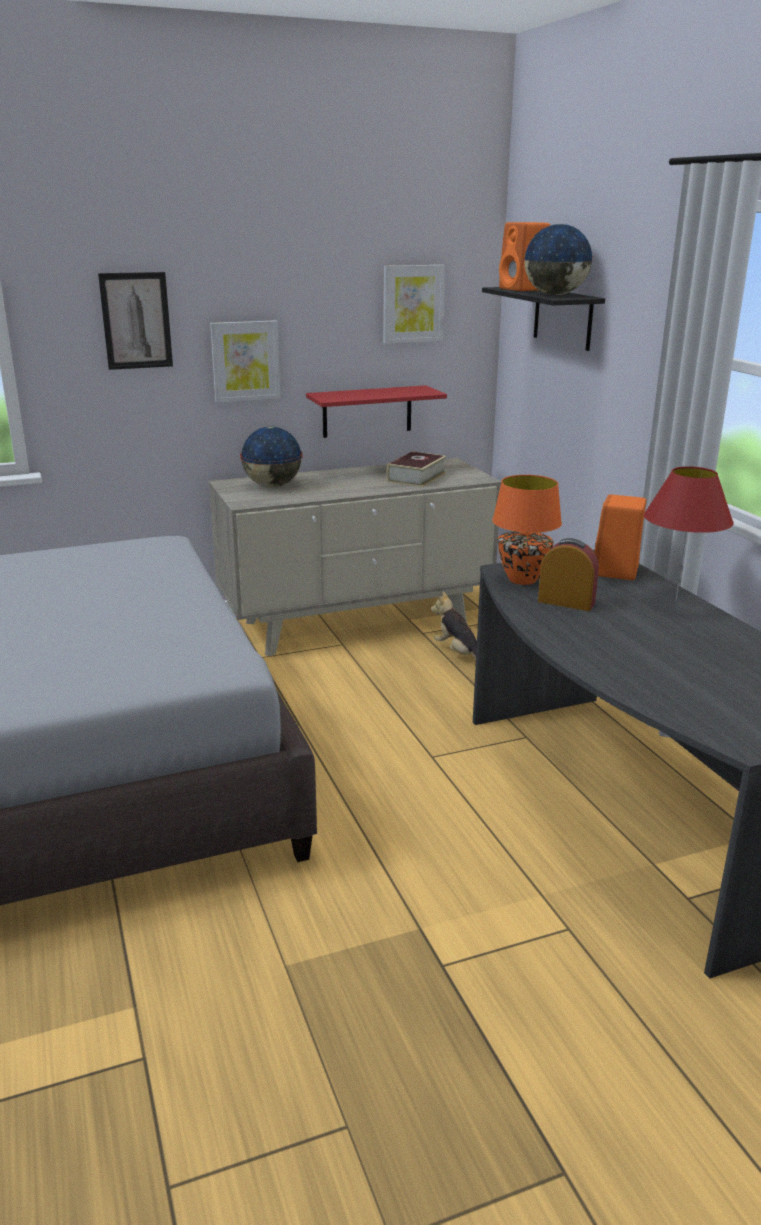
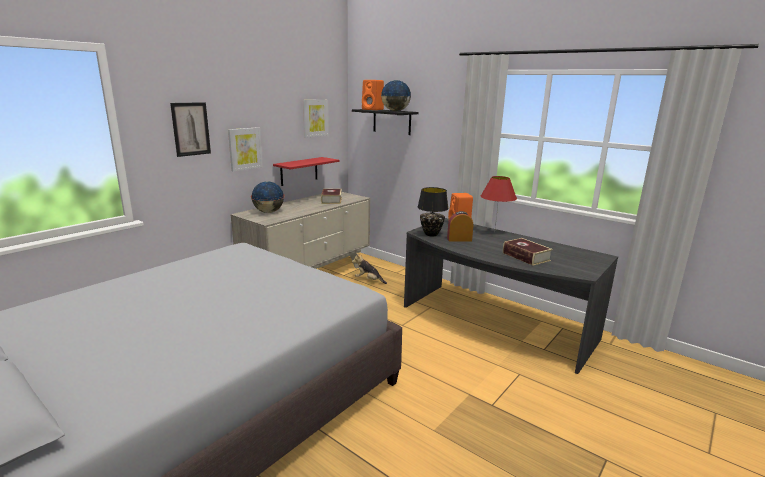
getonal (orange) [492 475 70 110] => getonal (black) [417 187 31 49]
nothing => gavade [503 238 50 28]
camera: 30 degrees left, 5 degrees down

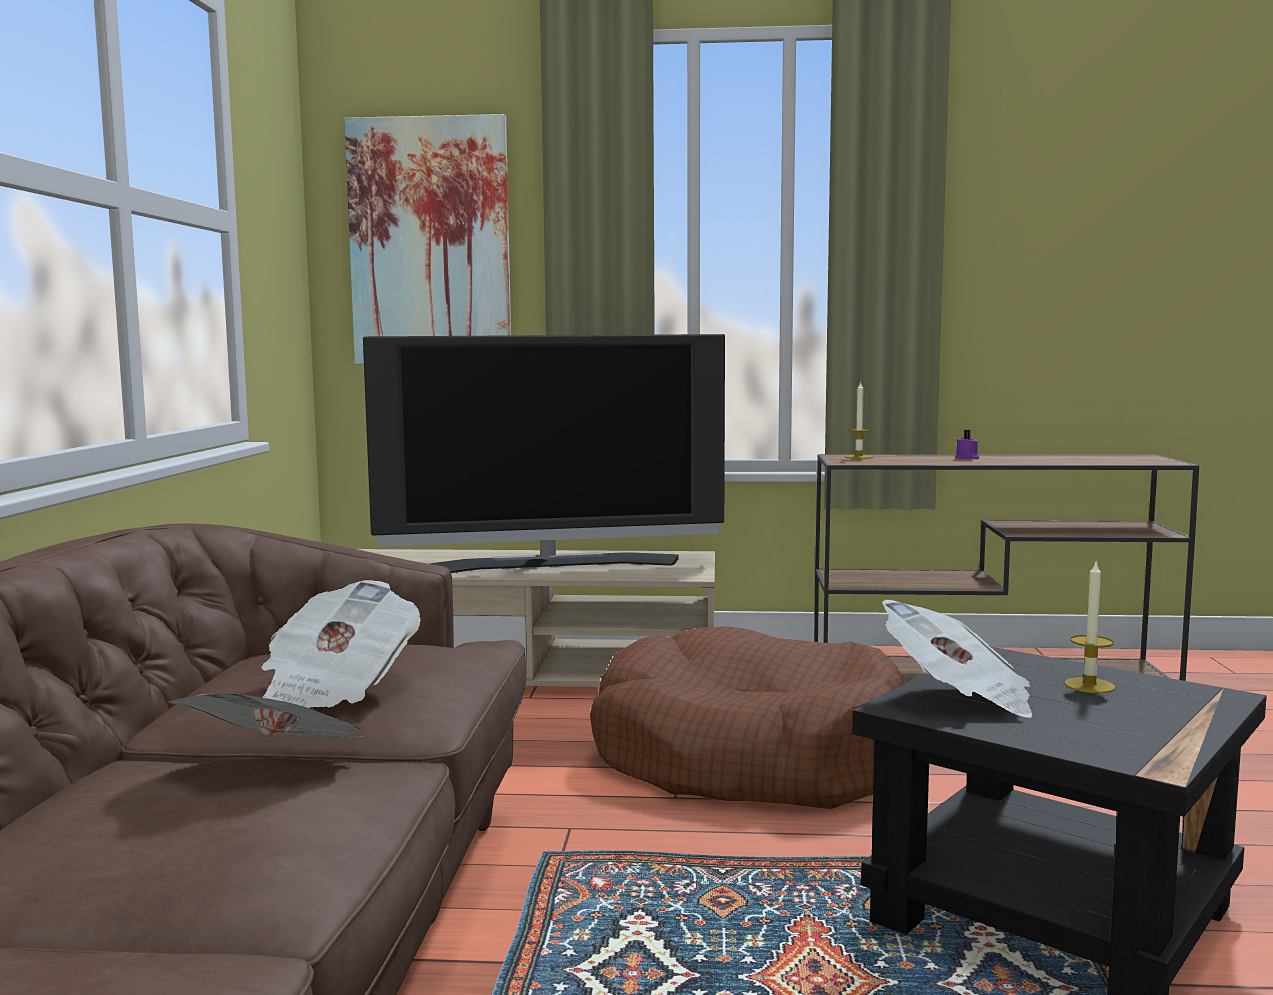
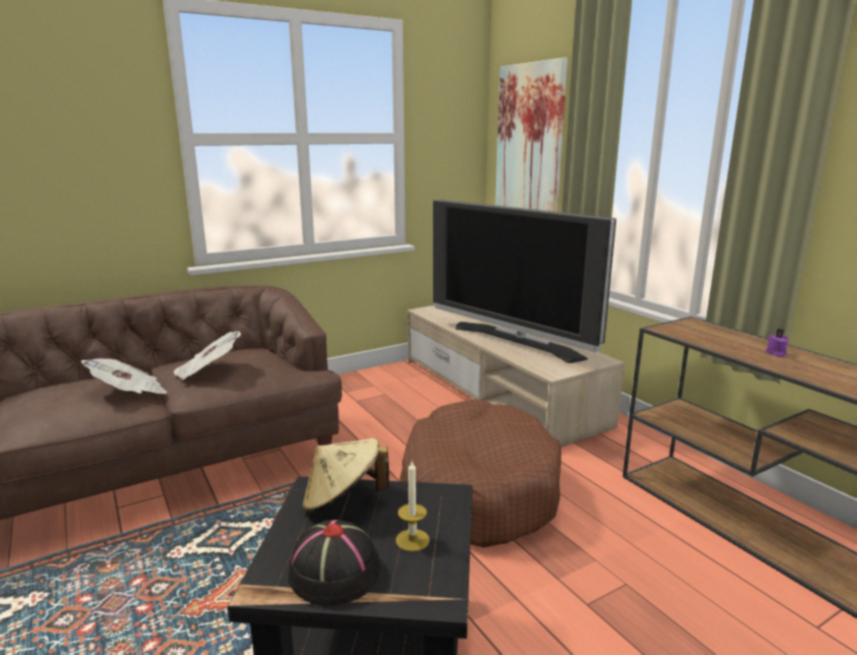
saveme [845 381 28 78] => nothing
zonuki [882 600 150 118] => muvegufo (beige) [303 438 87 75]
nothing => muvegufo (black) [288 520 92 86]
camera: 55 degrees right, 10 degrees up

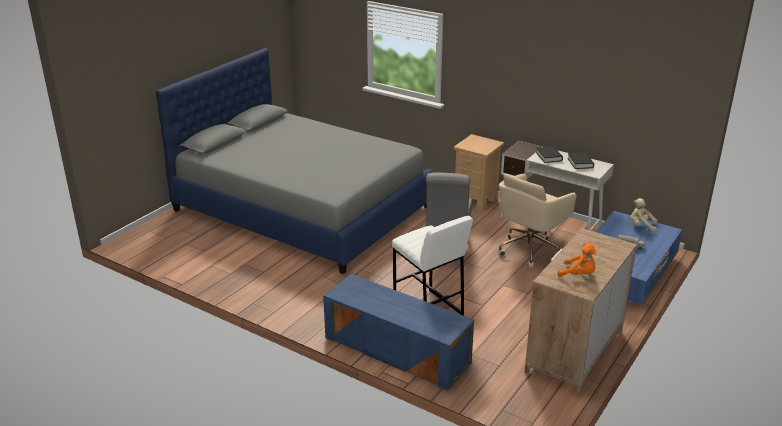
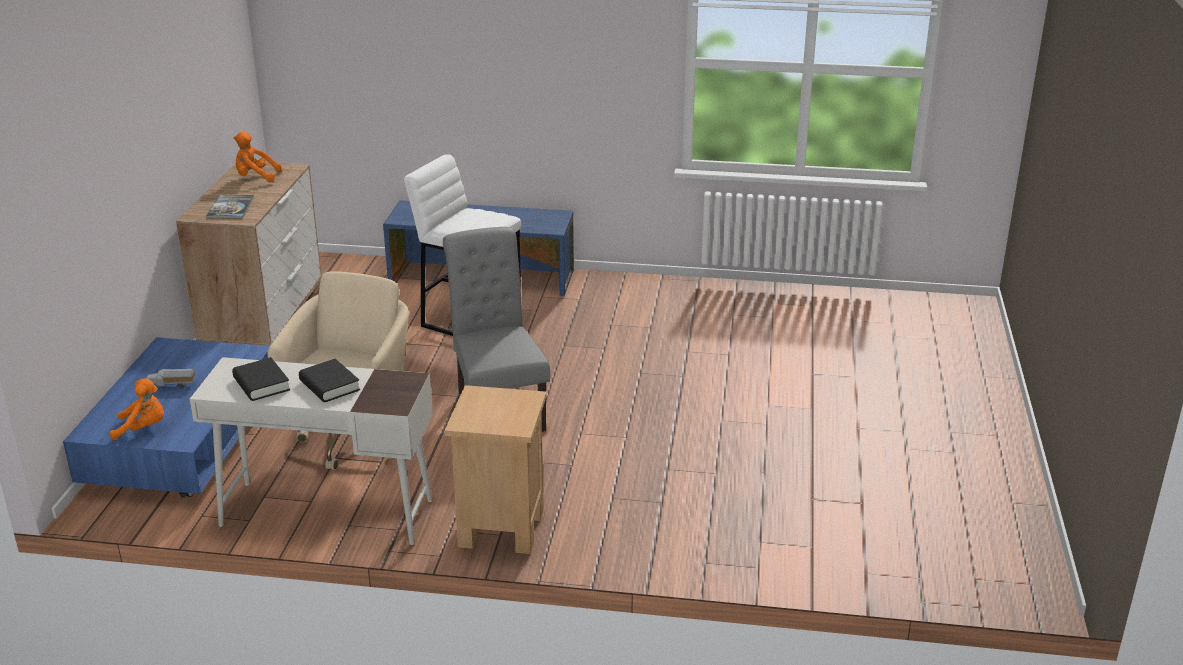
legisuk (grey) [156 48 277 226] => nothing
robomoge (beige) [631 198 27 34] => robomoge (orange) [110 378 54 62]
nothing => gavade [206 195 48 23]
camera: 155 degrees right, 0 degrees up

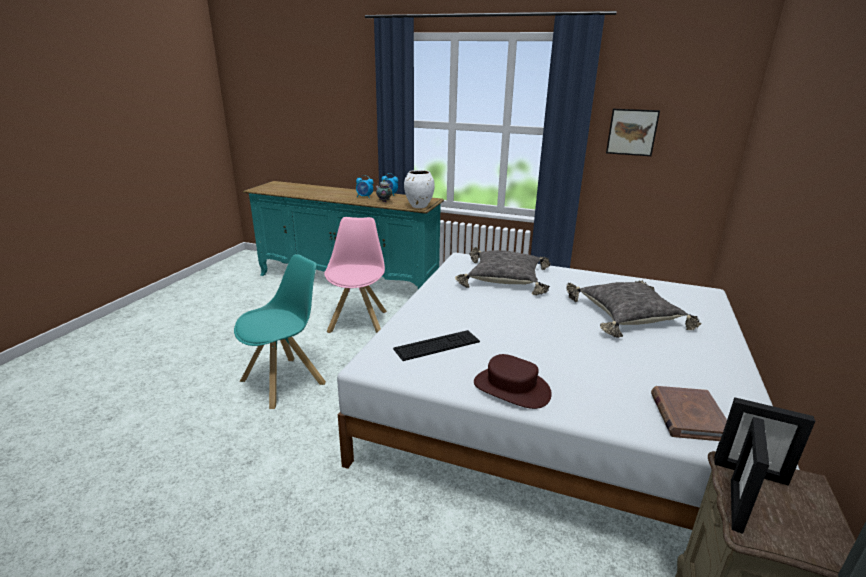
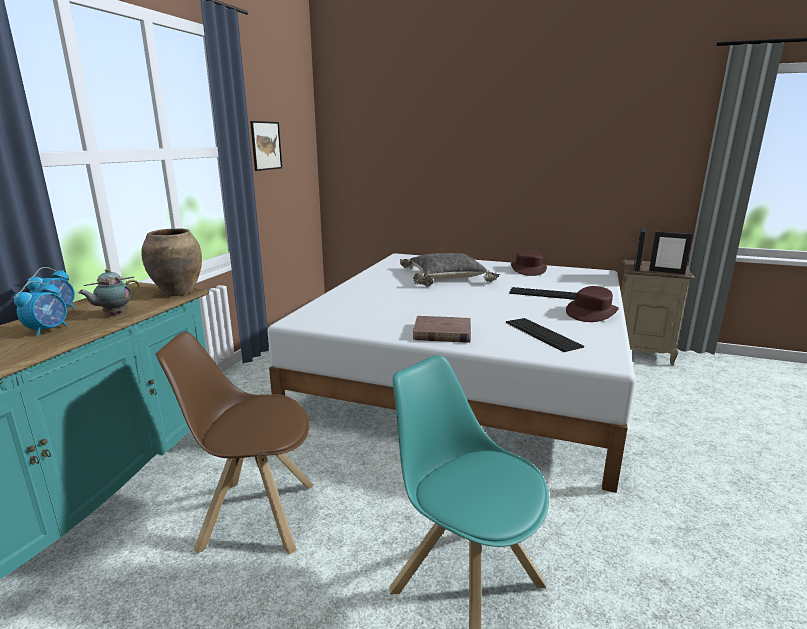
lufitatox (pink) [324 217 63 116] => lufitatox (brown) [156 332 158 223]
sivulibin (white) [404 170 31 38] => sivulibin (brown) [141 228 61 68]
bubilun [455 247 96 48] => nothing
gavade (brown) [651 386 76 55] => gavade (brown) [413 316 58 27], move
nothing => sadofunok [509 287 67 13]
nothing => muvegufo (brown) [511 250 36 26]
camera: 90 degrees left, 5 degrees down

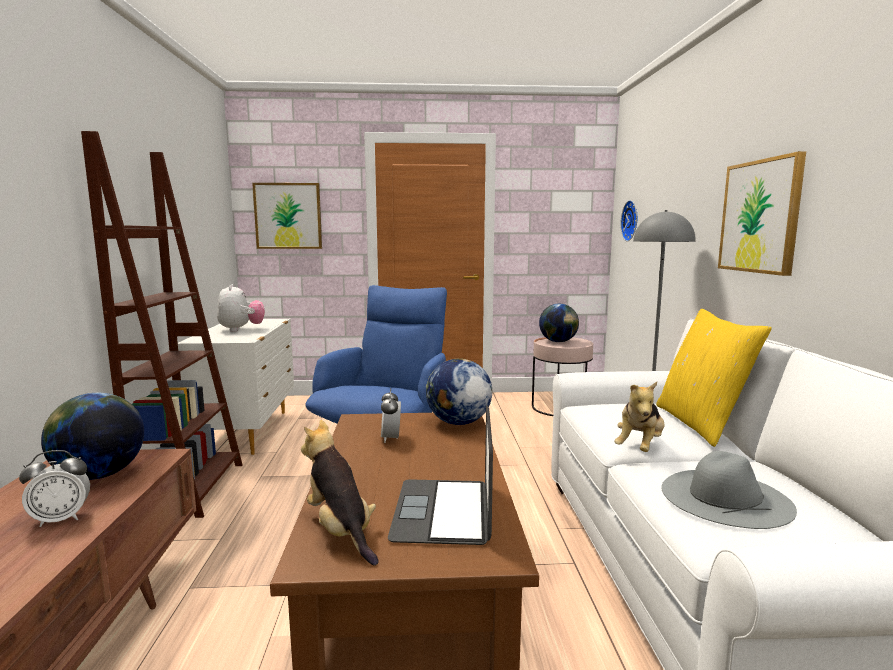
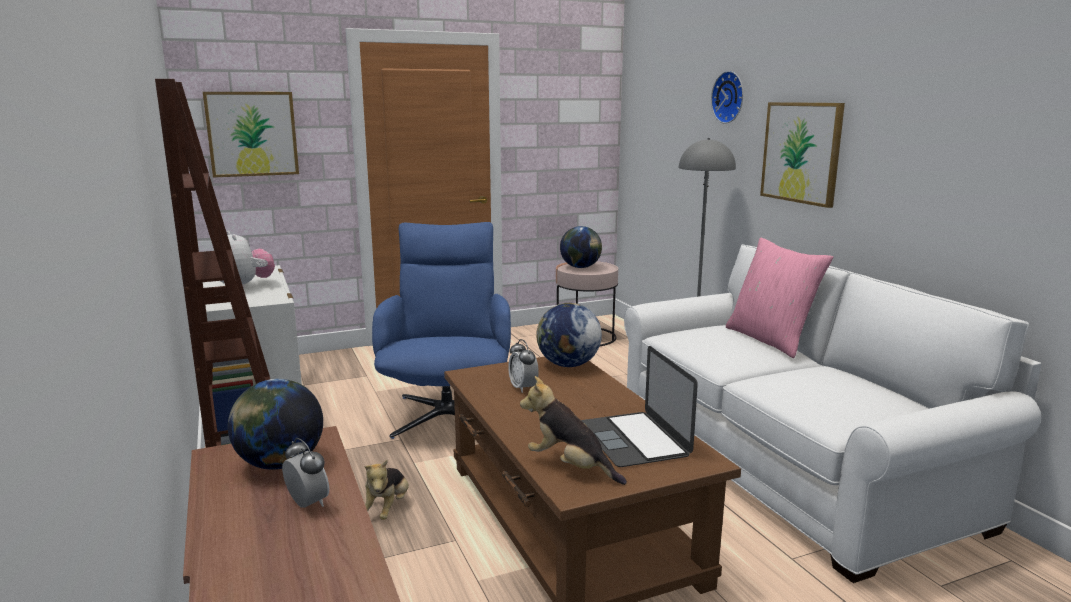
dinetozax [19 450 71 77] => dinetozax [282 438 47 70], 90 degrees counterclockwise
robomoge [614 382 50 70] => robomoge [365 460 44 60], move
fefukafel [620 200 17 41] => fefukafel [711 71 32 53], move
bubilun (yellow) [656 309 116 138] => bubilun (pink) [726 238 107 120]
muvegufo (grey) [661 451 136 78] => nothing
camera: 20 degrees left, 5 degrees up

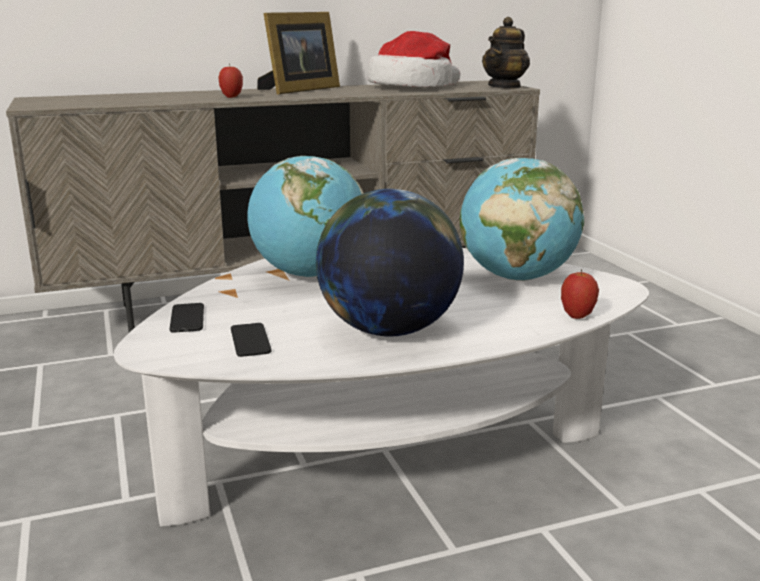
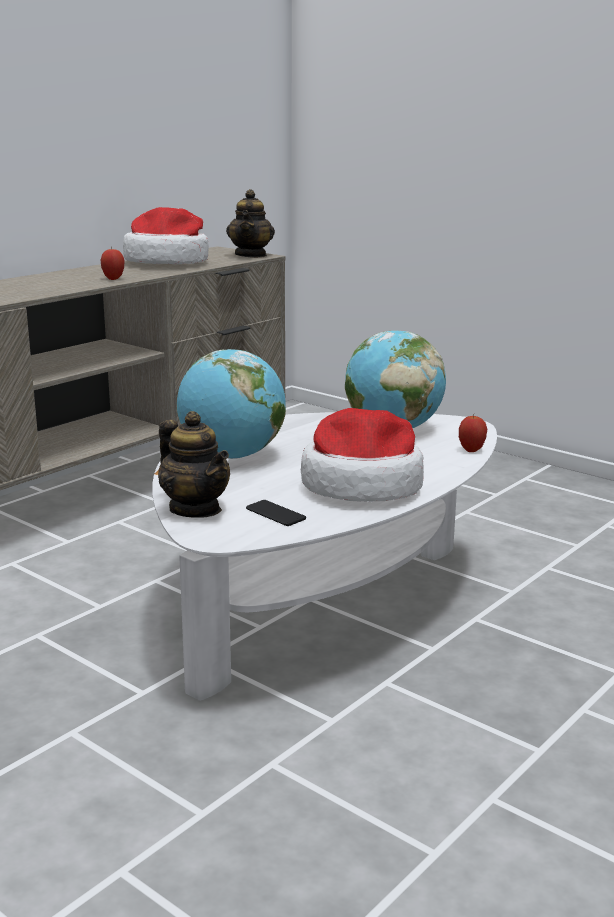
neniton [170 303 34 30] => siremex [158 411 72 107]
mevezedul [218 64 25 34] => mevezedul [101 247 23 33], move
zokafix [257 12 83 83] => nothing
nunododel [316 189 148 148] => muvegufo [301 408 123 94]
camera: 30 degrees left, 0 degrees up

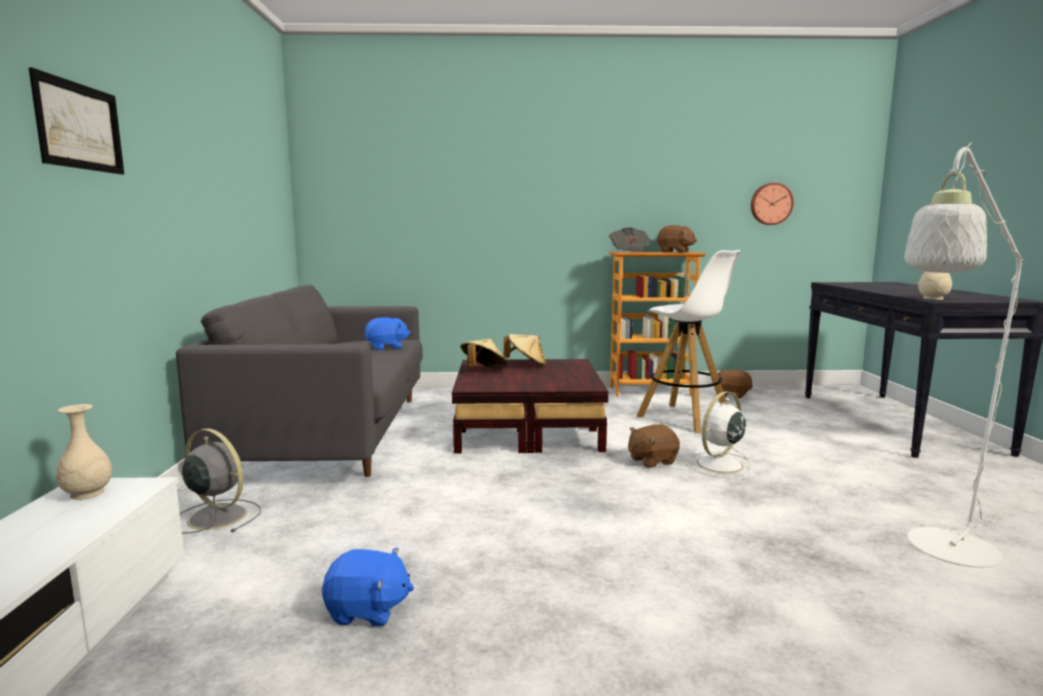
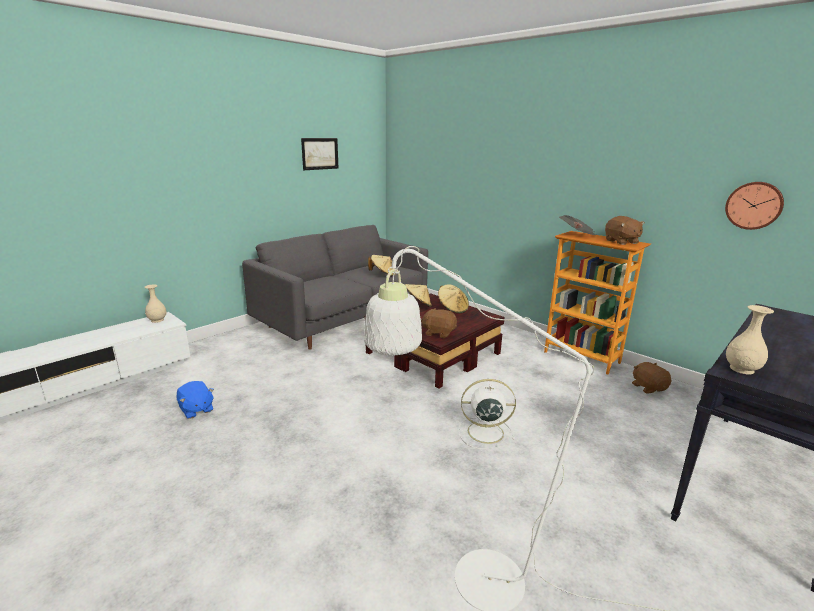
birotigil [29 67 95 108] => birotigil [301 138 38 32], move
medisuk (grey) [180 429 81 105] => nothing
robomoge (blue) [364 317 47 33] => muvegufo (beige) [368 255 28 22]
robomoge (brown) [628 424 52 44] => robomoge (brown) [421 308 36 30], move
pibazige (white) [636 250 105 183] => nothing
camera: 45 degrees right, 10 degrees up

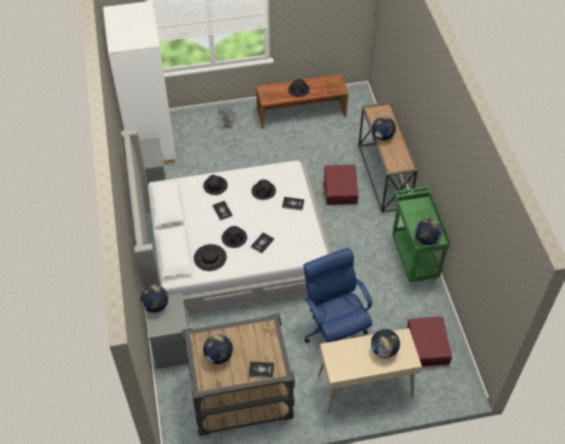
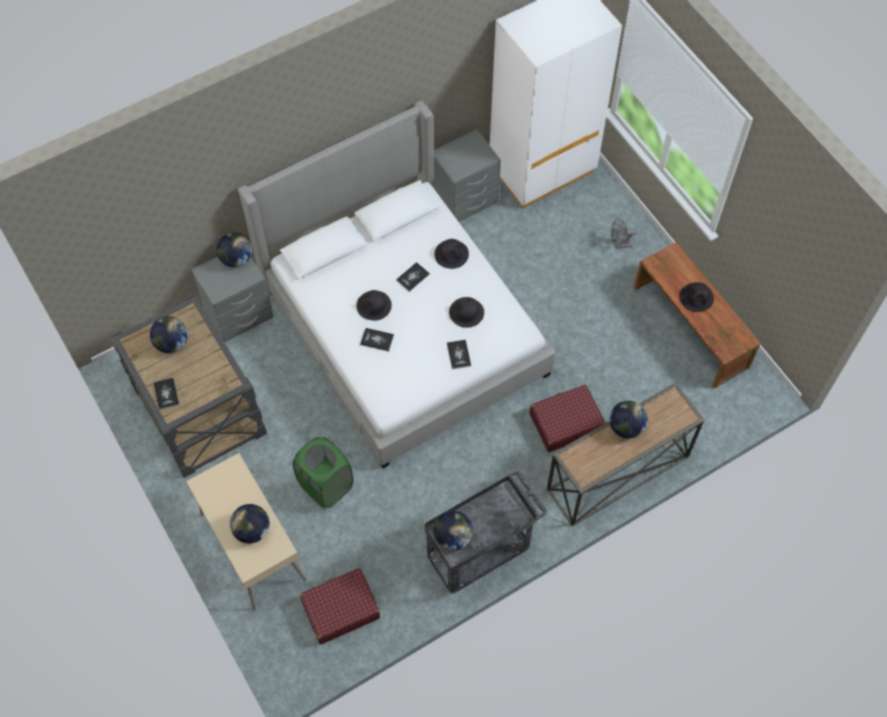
muvegufo (black) [194 244 33 27] => nothing
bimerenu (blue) [304 248 69 95] => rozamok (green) [293 437 60 71]
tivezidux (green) [392 186 58 99] => tivezidux (grey) [424 470 123 124]
camera: 70 degrees right, 10 degrees up

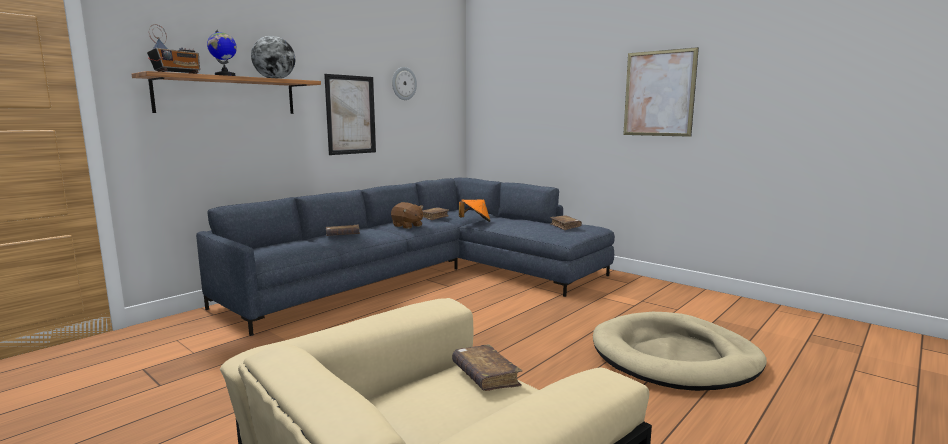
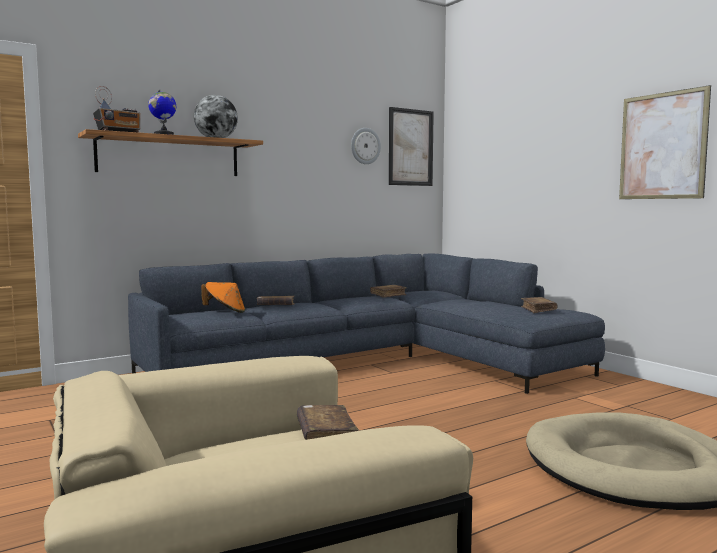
birotigil [324 74 52 81] => birotigil [389 107 45 79], move
robomoge (brown) [391 202 33 27] => nothing
muvegufo (orange) [459 200 31 22] => muvegufo (orange) [202 282 43 31], move
camera: 15 degrees right, 5 degrees down

